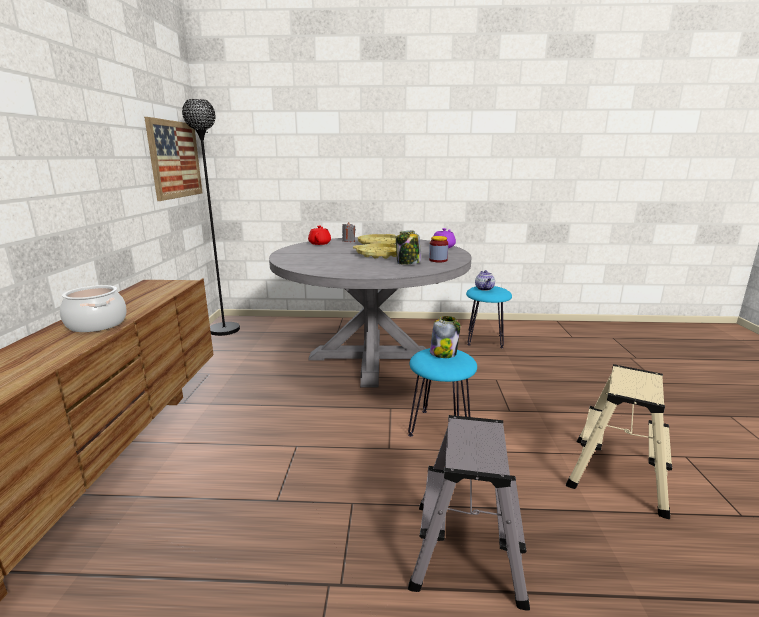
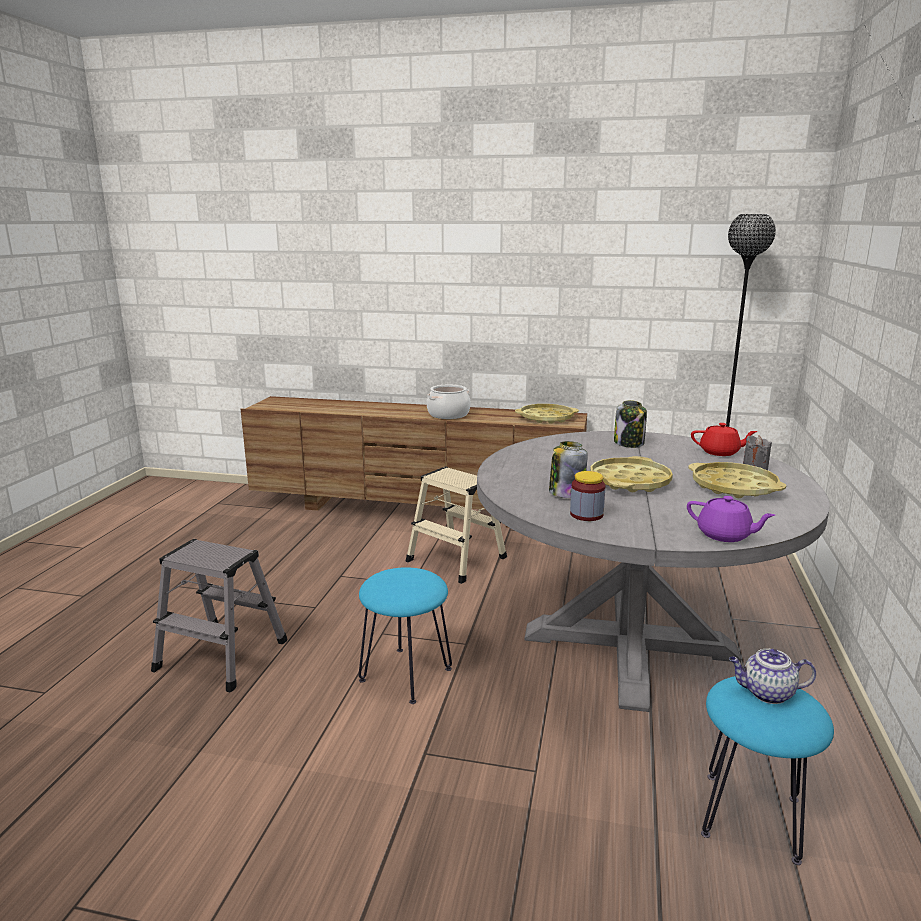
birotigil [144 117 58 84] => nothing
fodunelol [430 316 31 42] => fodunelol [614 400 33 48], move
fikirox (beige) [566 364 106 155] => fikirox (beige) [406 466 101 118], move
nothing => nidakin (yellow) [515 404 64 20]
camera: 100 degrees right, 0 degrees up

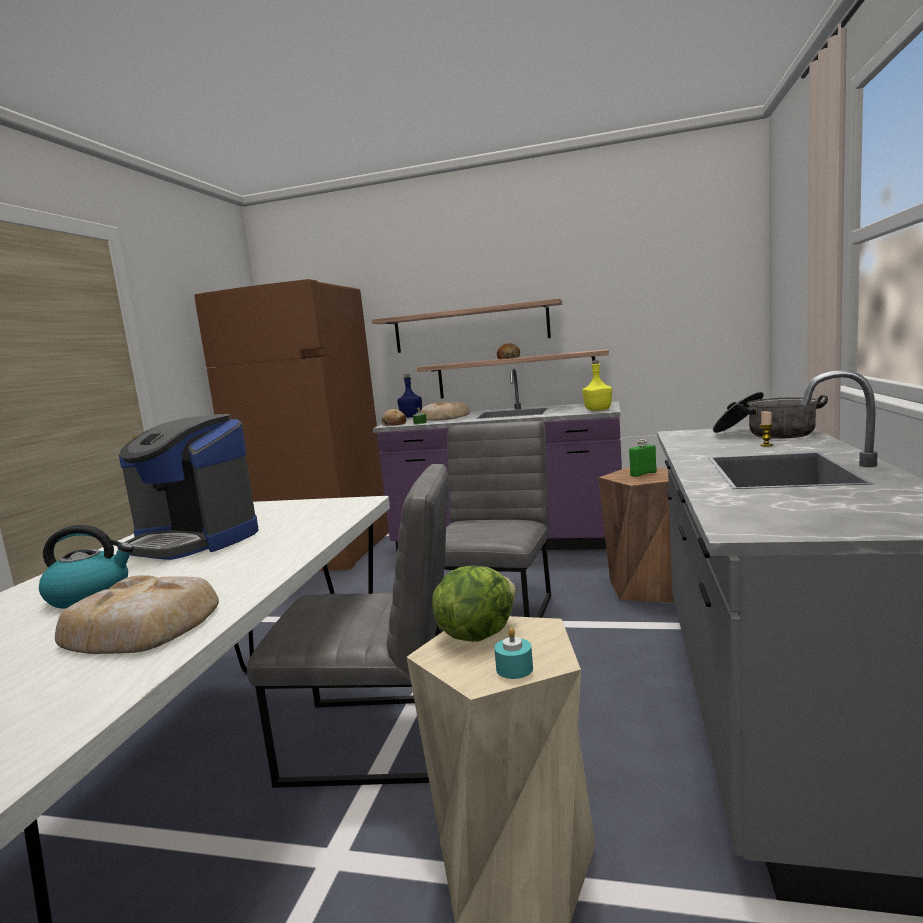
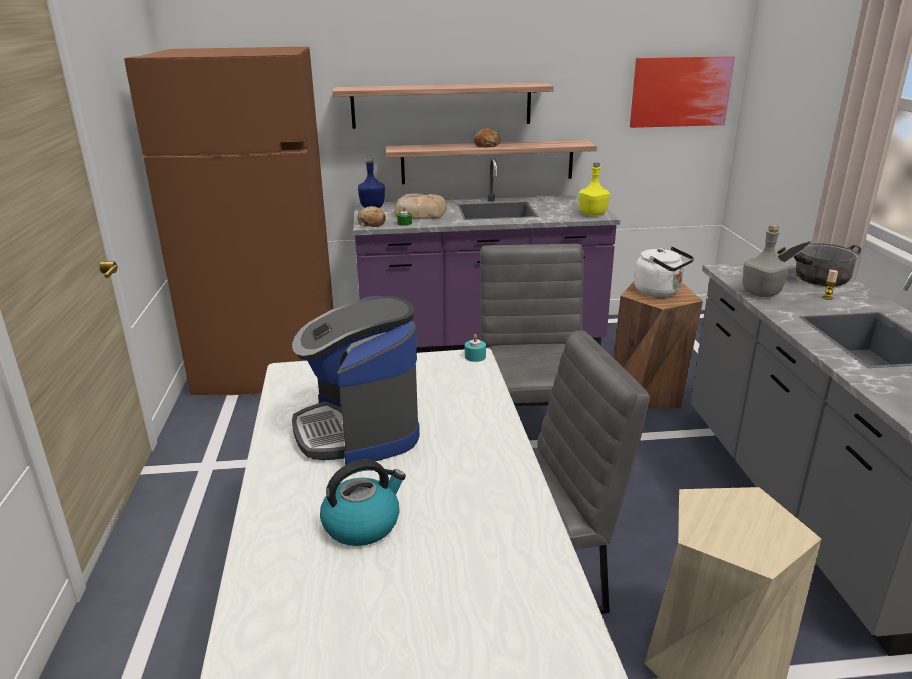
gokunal [55 575 164 79] => nothing
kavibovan [119 414 140 146] => kavibovan [292 296 128 169], 60 degrees clockwise
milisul [432 565 84 77] => nothing
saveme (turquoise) [494 628 39 51] => saveme (turquoise) [465 334 21 28], move
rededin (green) [629 439 28 38] => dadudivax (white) [634 247 60 50]
nothing => birotigil [630 56 105 72]
nothing => rededin (grey) [743 225 46 72]
camera: 20 degrees left, 15 degrees up

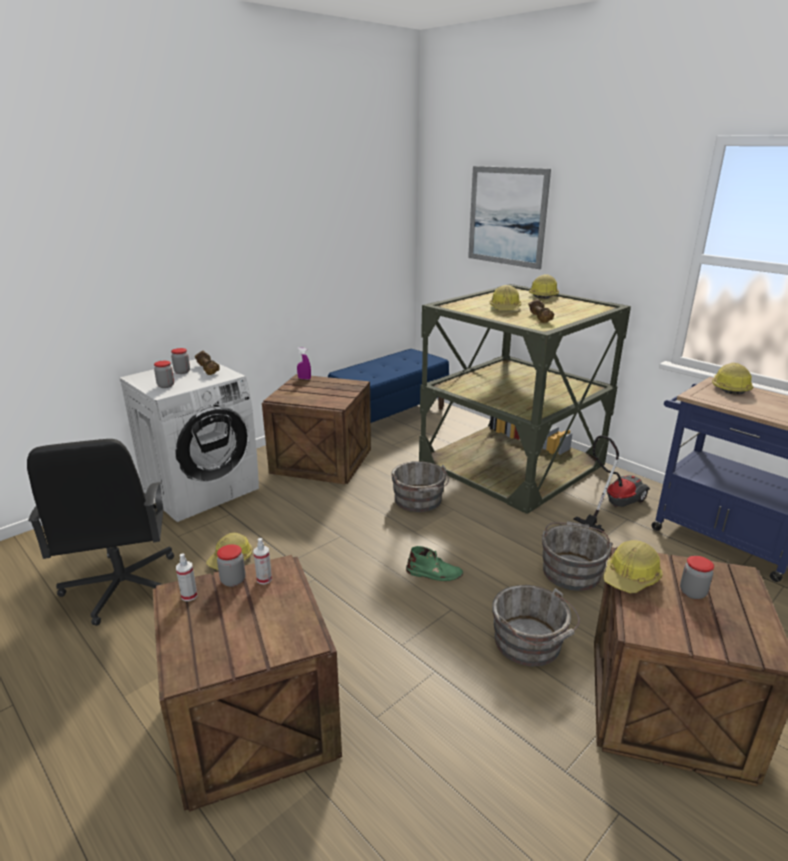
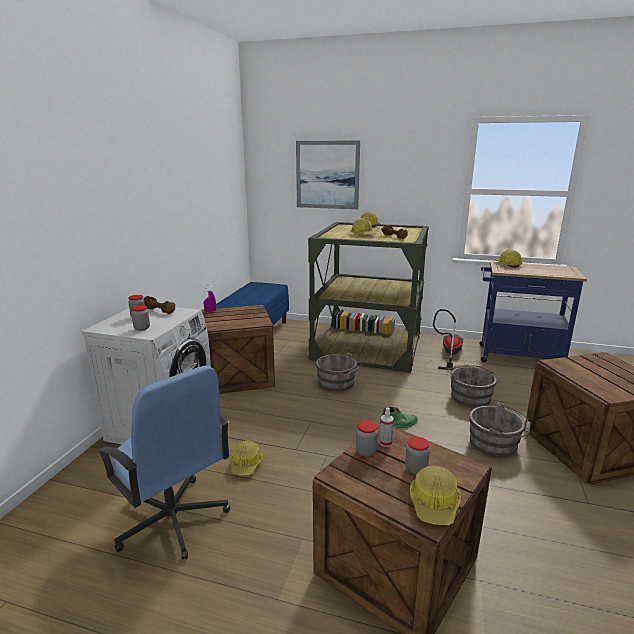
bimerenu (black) [27 439 147 187] => bimerenu (blue) [97 366 133 194]
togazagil [176 554 21 47] => nothing
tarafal [603 540 60 53] => tarafal [410 466 51 59], move
fodunelol [680 556 34 43] => fodunelol [405 437 25 38], move
camera: 30 degrees left, 5 degrees down

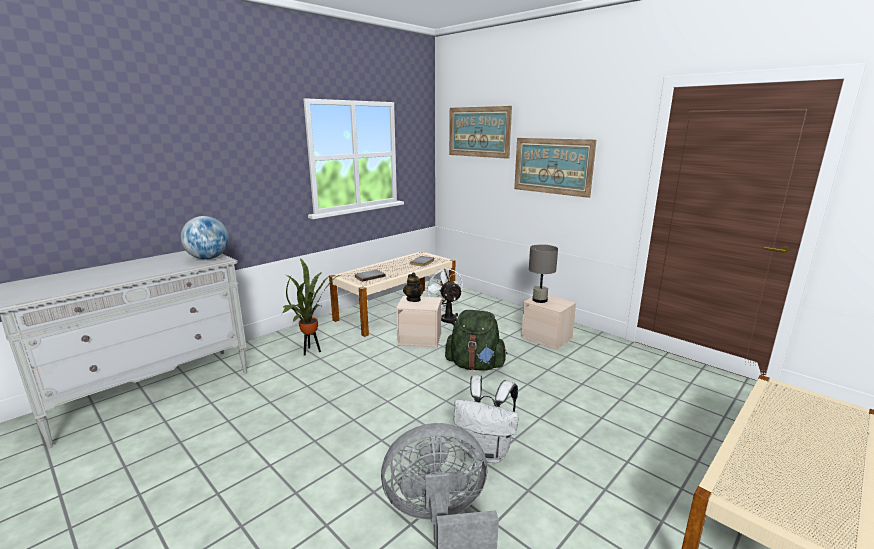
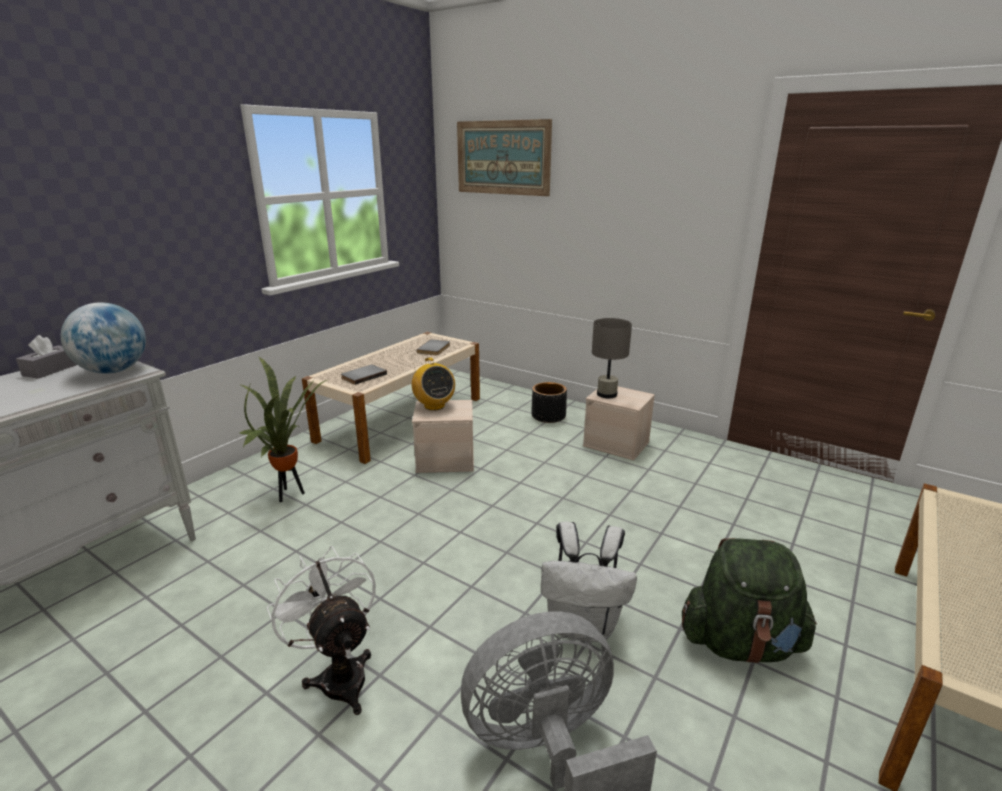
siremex [403 273 21 29] => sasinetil [412 358 43 53]
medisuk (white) [427 267 36 59] => medisuk (white) [267 546 109 169], move
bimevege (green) [445 310 63 61] => bimevege (green) [682 538 135 126], move
birotigil [514 138 82 60] => nothing
nothing => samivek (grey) [16 335 61 44]
nothing => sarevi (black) [531 382 36 41]
camera: 10 degrees left, 5 degrees up

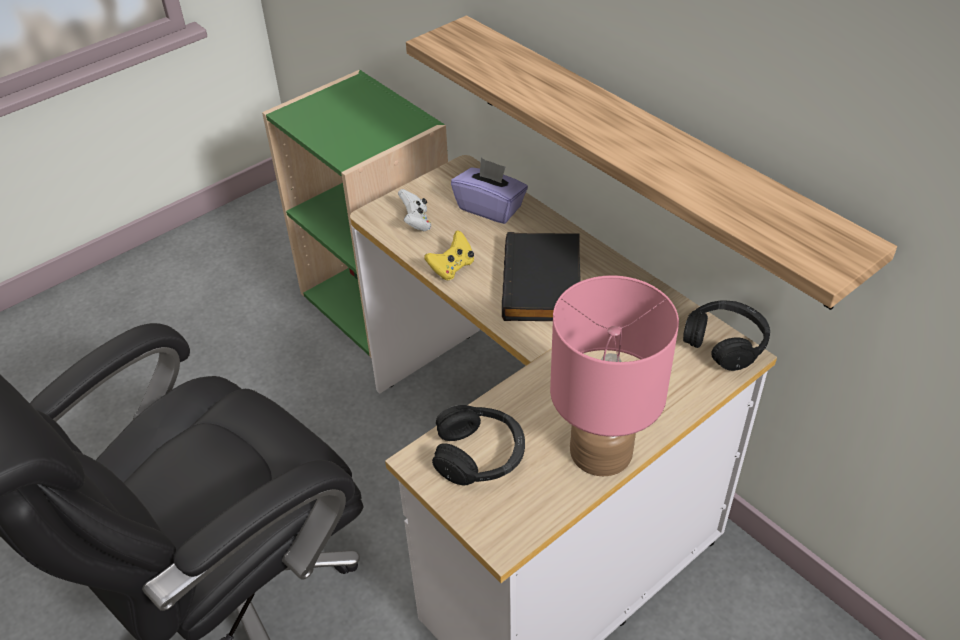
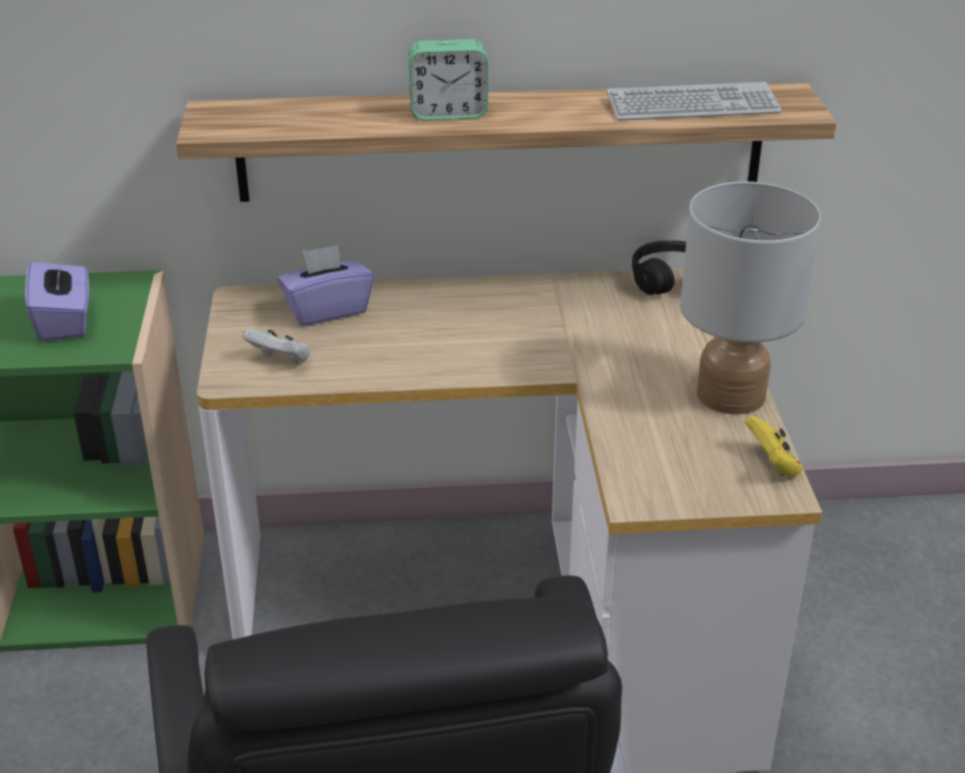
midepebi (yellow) [424 230 50 50] => midepebi (yellow) [744 415 58 63], move
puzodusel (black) [432 405 93 81] => nothing
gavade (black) [502 232 79 89] => nothing
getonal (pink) [550 275 129 201] => getonal (grey) [680 181 141 233]
nothing => samivek (purple) [25 253 64 89]
nothing => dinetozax [408 39 80 81]
nothing => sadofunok [607 82 174 39]
camera: 55 degrees left, 10 degrees down

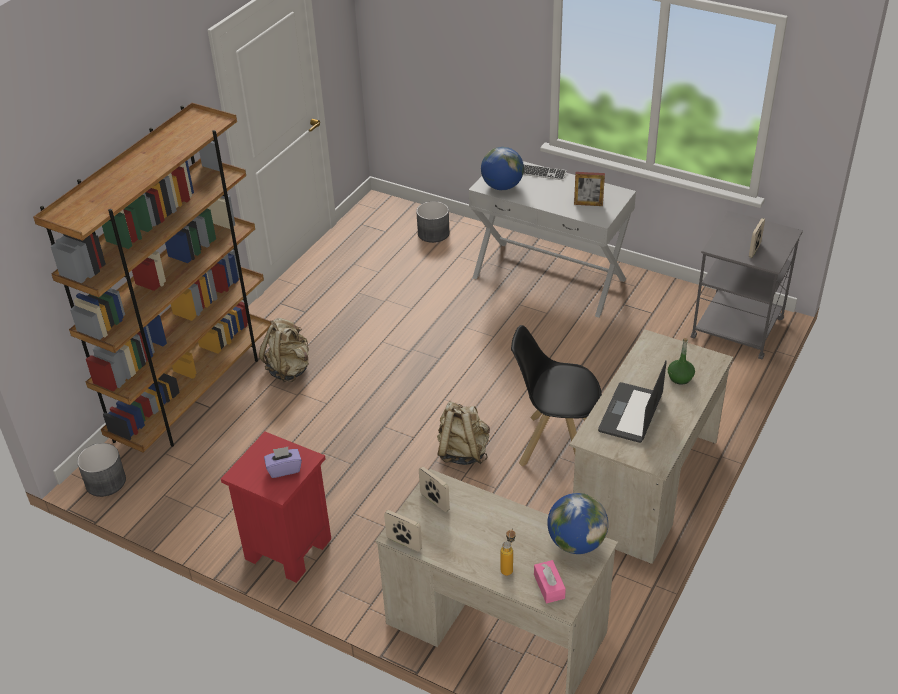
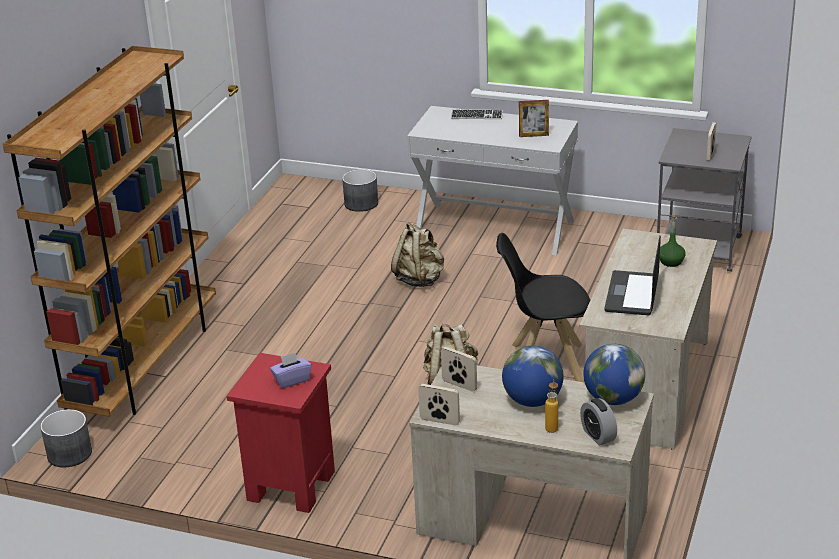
bimevege (beige) [259 318 50 64] => bimevege (beige) [391 222 53 65], move
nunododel [481 147 43 43] => nunododel [502 346 62 61], move
samivek (pink) [534 560 32 43] => dinetozax [580 398 37 47]
camera: 10 degrees left, 10 degrees down

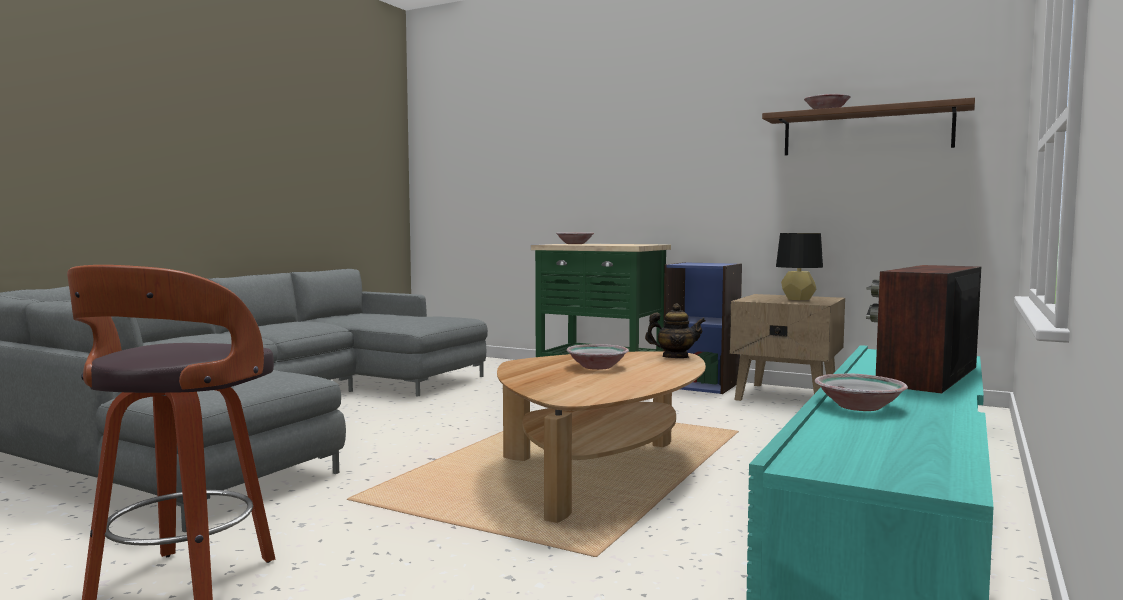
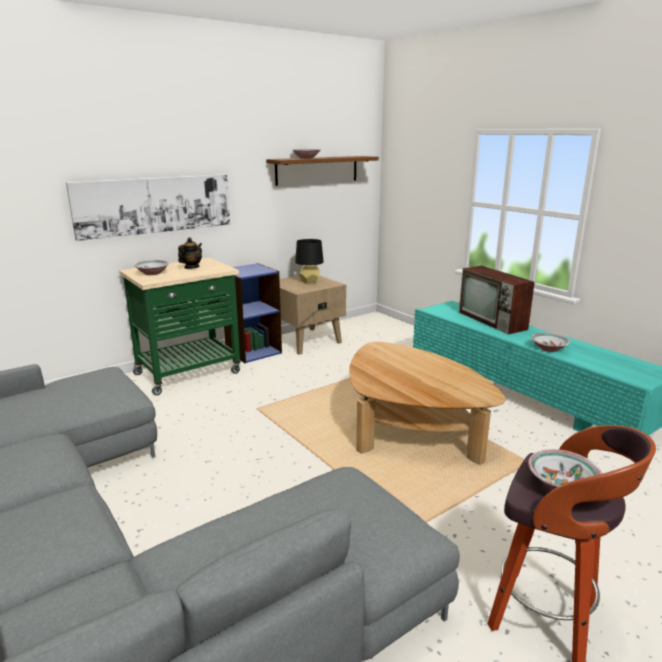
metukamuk [566 344 63 26] => metukamuk [528 449 74 41], move
siremex [645 303 61 55] => siremex [178 237 24 32], move
nothing => birotigil [66 174 164 67]
camera: 65 degrees left, 15 degrees up

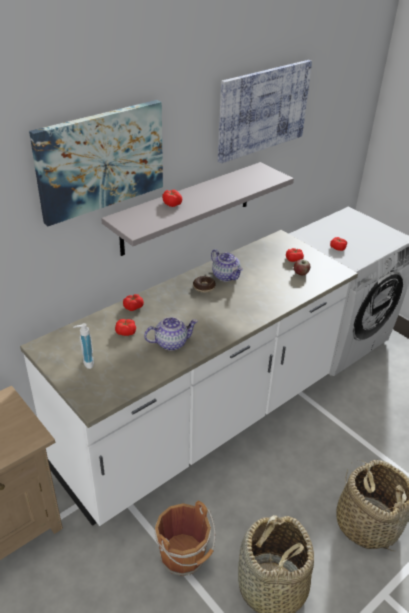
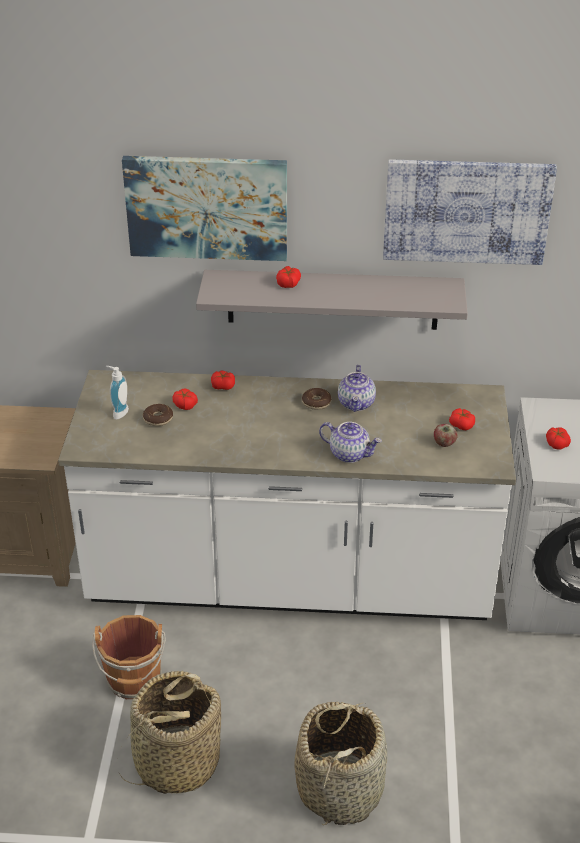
siremex [144 317 54 34] => siremex [319 422 63 41], move
nothing => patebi [143 404 30 22]
camera: 45 degrees right, 0 degrees up

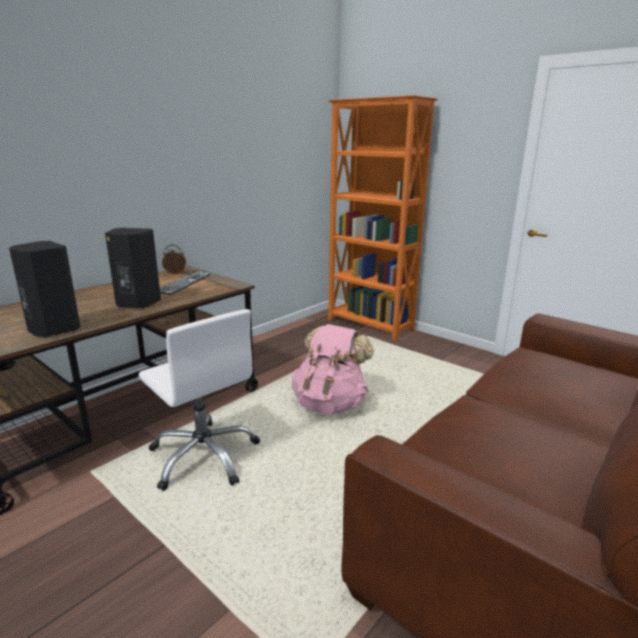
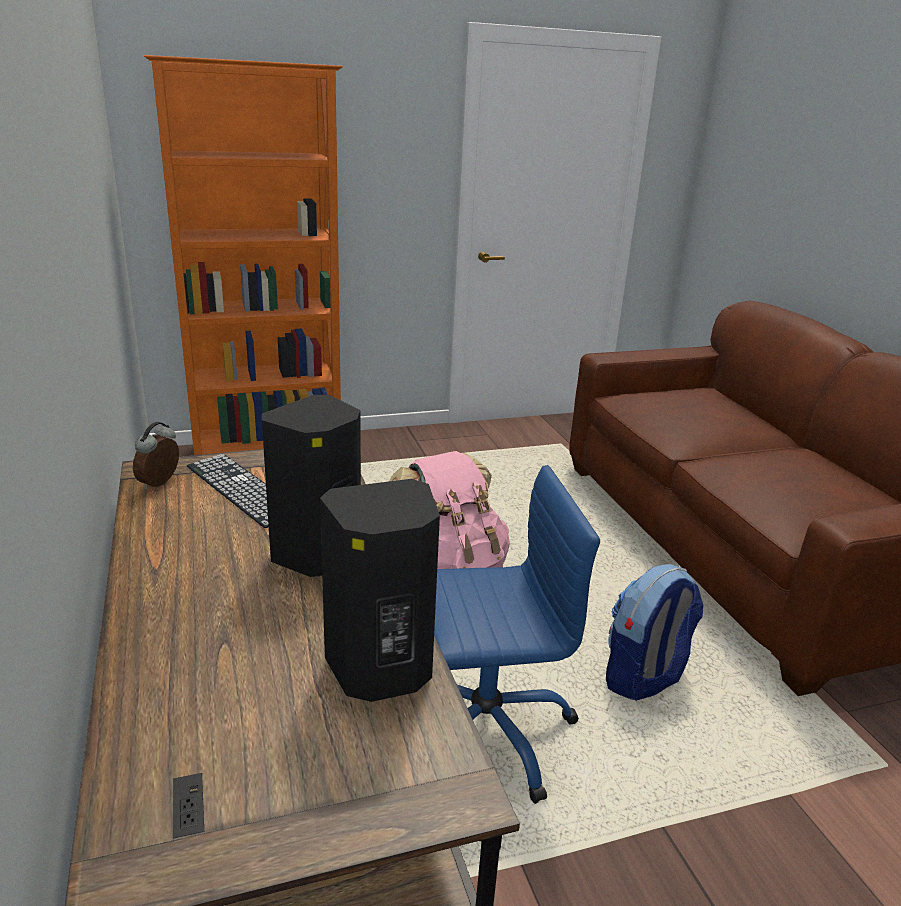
bimerenu (white) [139 309 121 182] => bimerenu (blue) [434 465 166 339]
nothing => bimevege [606 564 97 137]
camera: 60 degrees left, 5 degrees up

